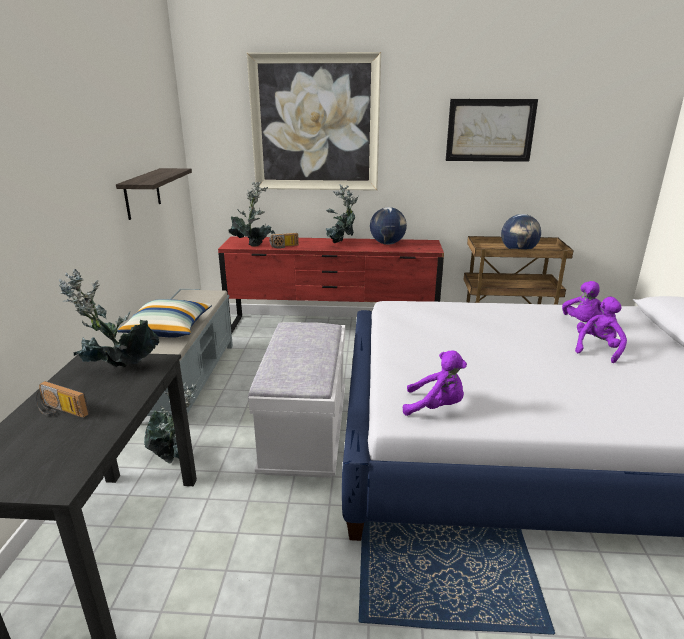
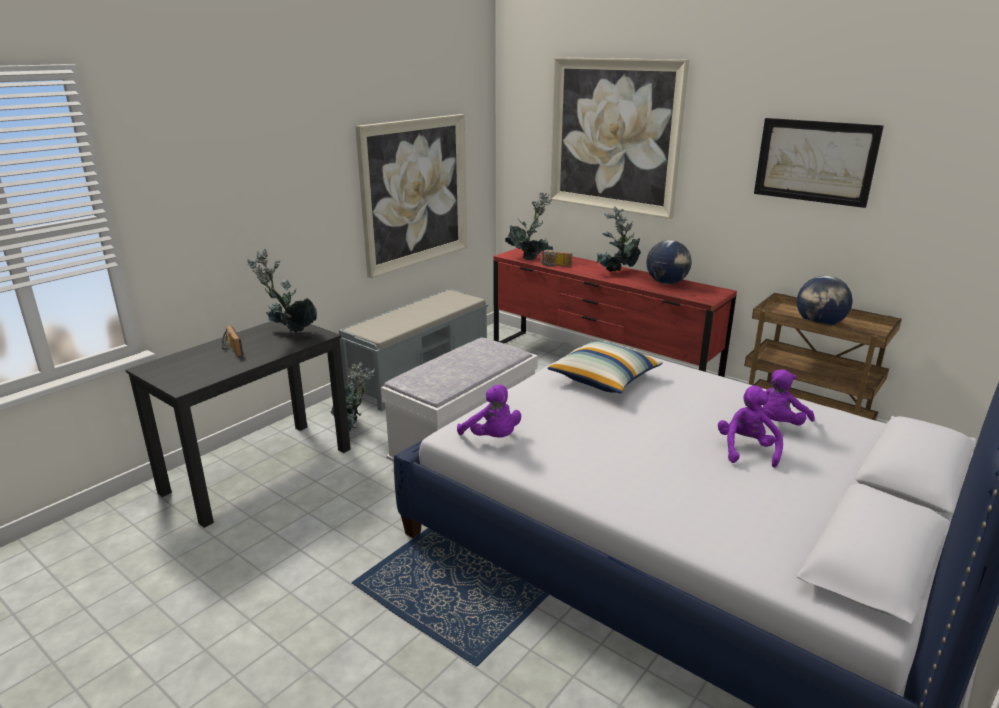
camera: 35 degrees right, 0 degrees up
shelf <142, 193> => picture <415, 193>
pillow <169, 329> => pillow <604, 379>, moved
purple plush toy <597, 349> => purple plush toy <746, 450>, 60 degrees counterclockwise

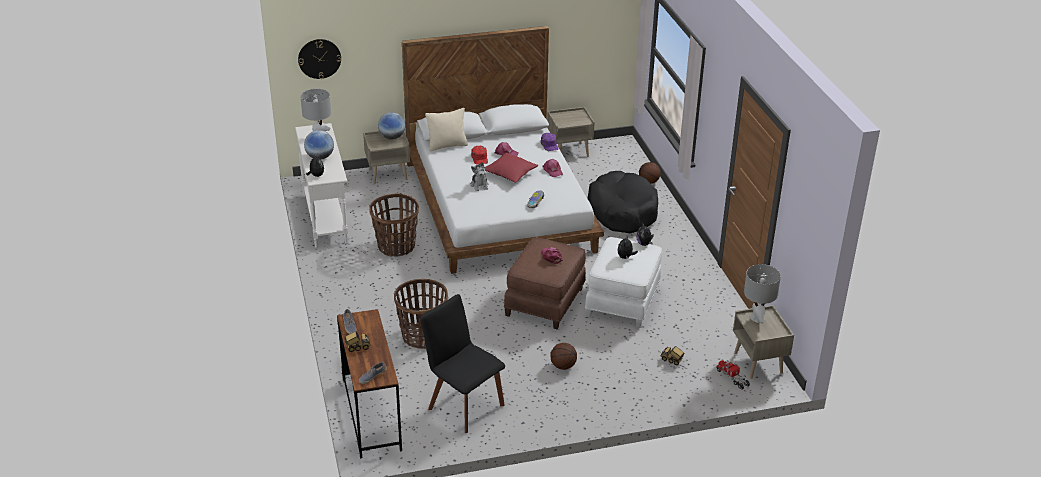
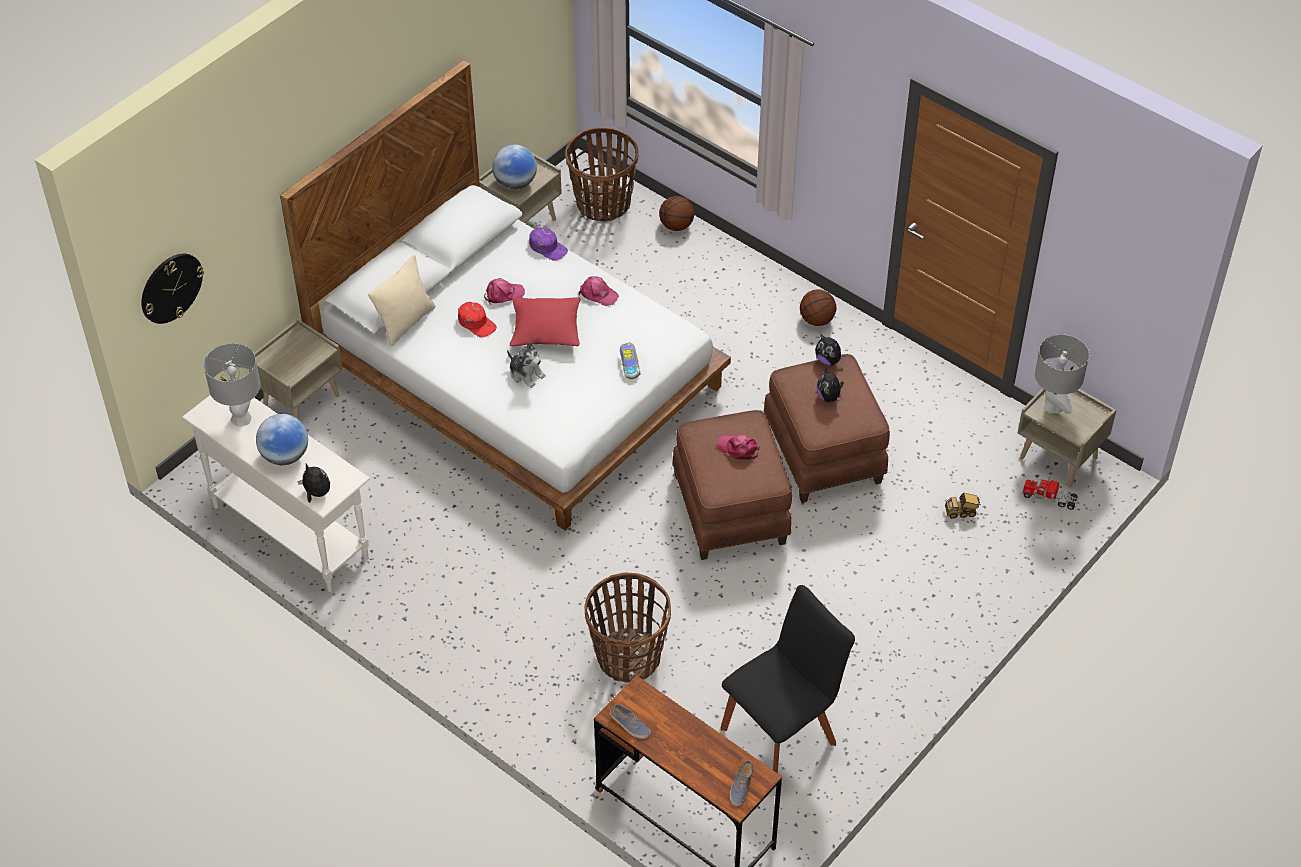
camera: 35 degrees left, 15 degrees up
globe <392, 137> => globe <515, 183>, moved
basket <396, 247> => basket <603, 204>, moved
black chair <463, 405> => black chair <782, 732>, 135 degrees clockwise
white ottoman <623, 302> => brown ottoman <825, 452>
basketball <563, 366> => basketball <816, 320>, moved
toy truck <357, 347> => nothing
black dog bed <622, 211> => nothing

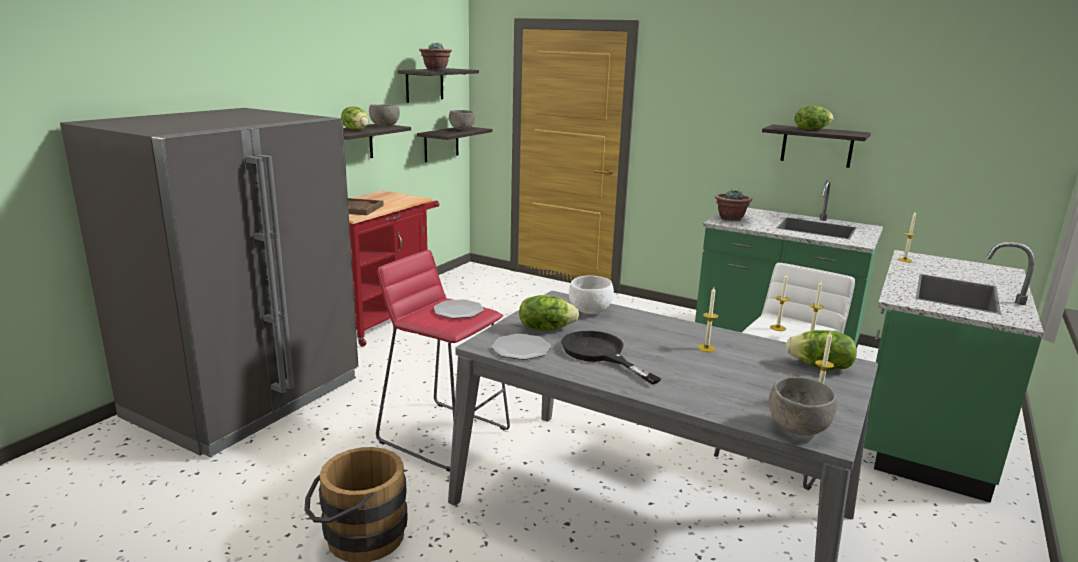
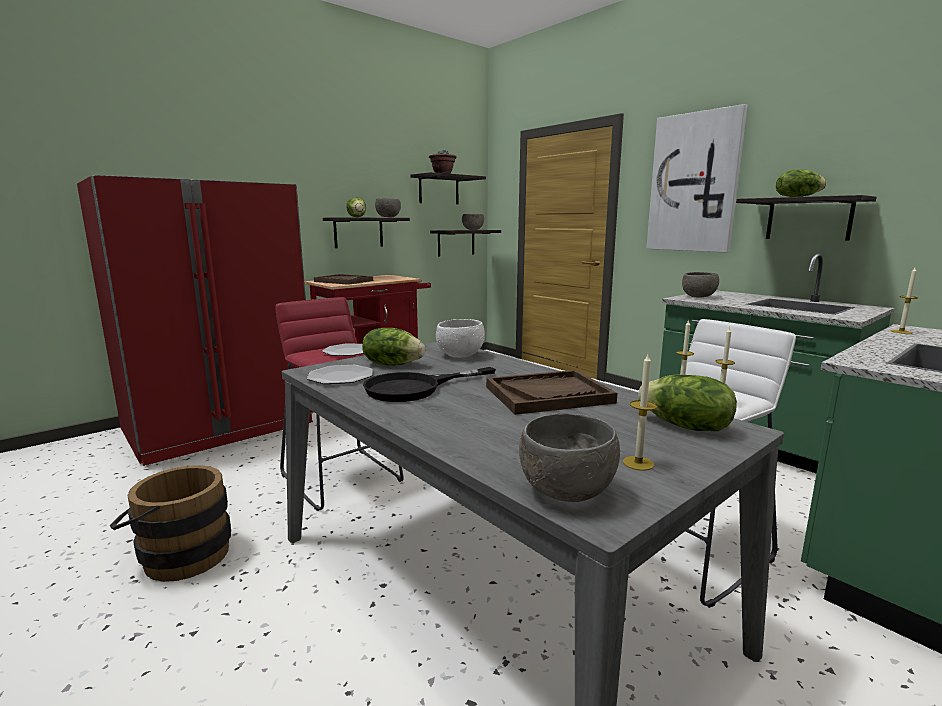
camera: 20 degrees right, 5 degrees down
grey fridge <247, 397> => red fridge <220, 426>
black frying pan <600, 354> => black frying pan <415, 388>, 105 degrees counterclockwise
candle <706, 348> => brown tray <548, 395>
nothing => picture <694, 183>
potted plant <730, 218> => grey bowl <698, 297>

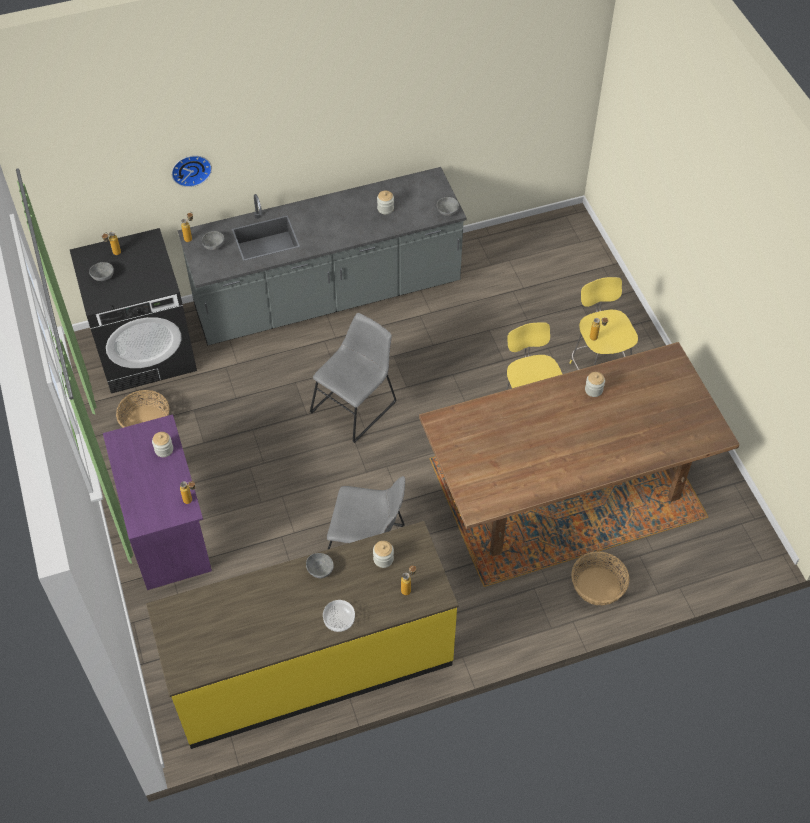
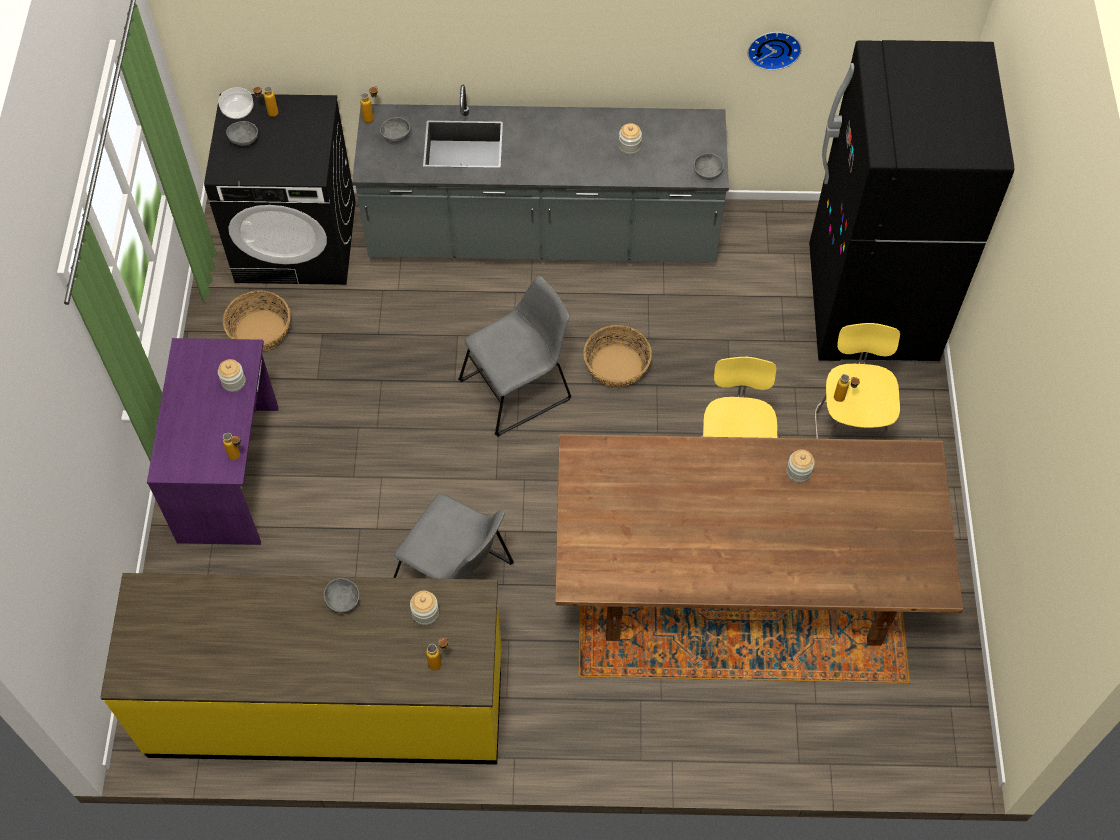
camera: 20 degrees right, 5 degrees up
bowl <339, 620> => bowl <238, 109>, moved
basket <597, 586> => basket <617, 365>, moved
wall clock <190, 168> => wall clock <774, 47>, moved
nothing => black fridge <871, 306>

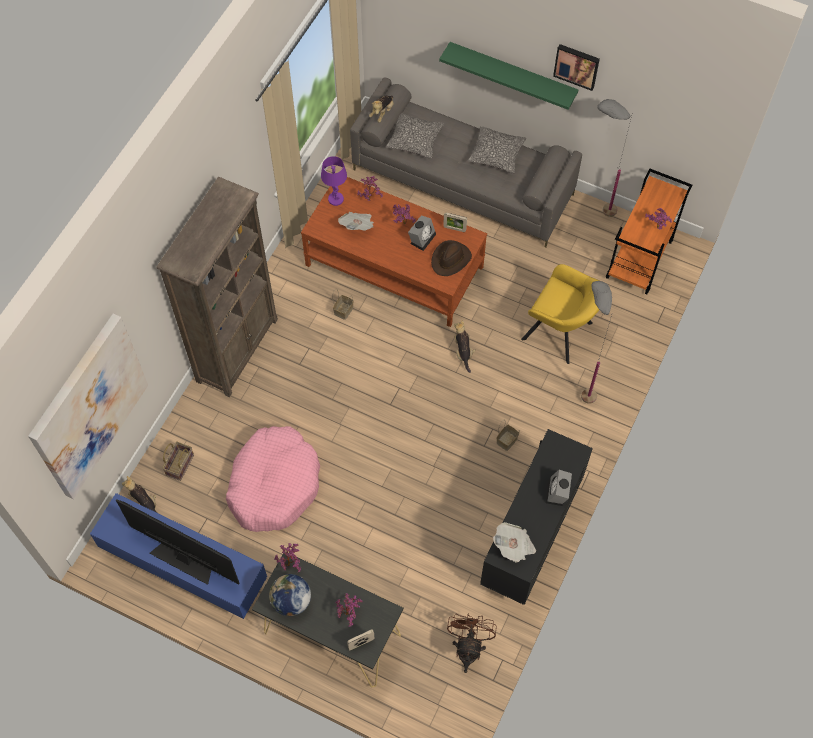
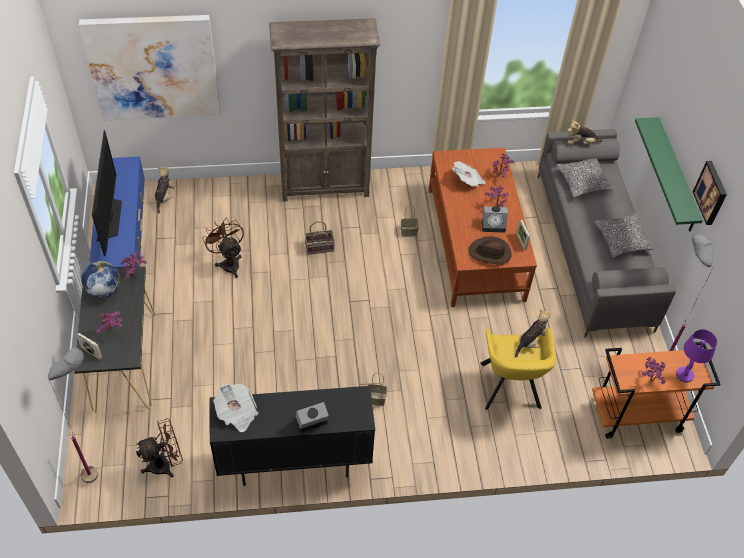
camera: 55 degrees right, 10 degrees down
grey floor lamp <582, 387> => grey floor lamp <101, 466>, moved
pink dog bed <274, 484> => brown fan <229, 262>
basket <179, 464> => basket <320, 247>, moved
plush toy <463, 352> => plush toy <531, 342>, moved
purple table lamp <335, 199> => purple table lamp <684, 374>, moved

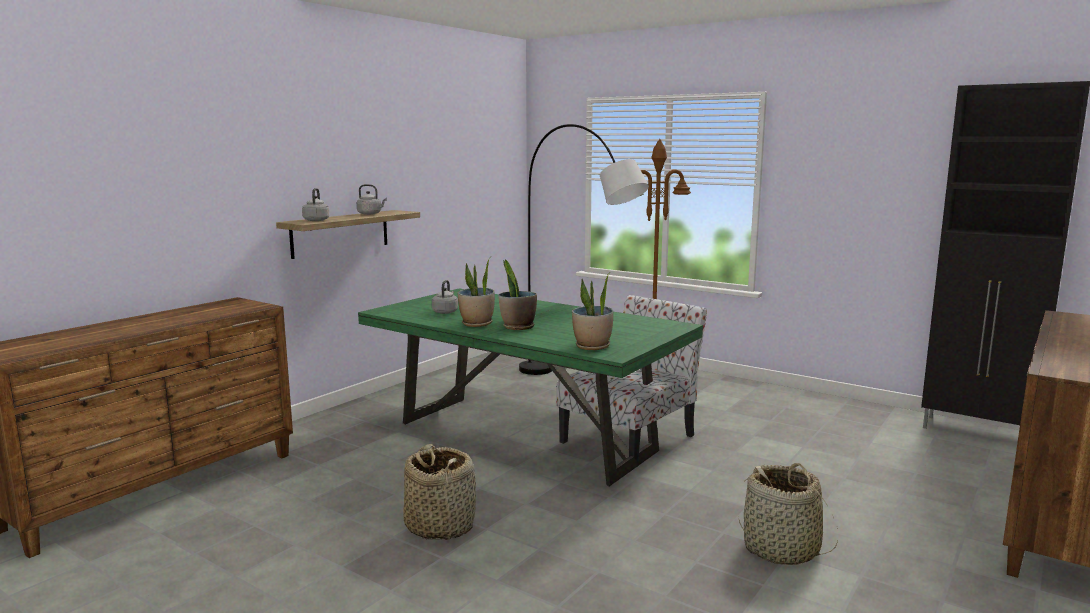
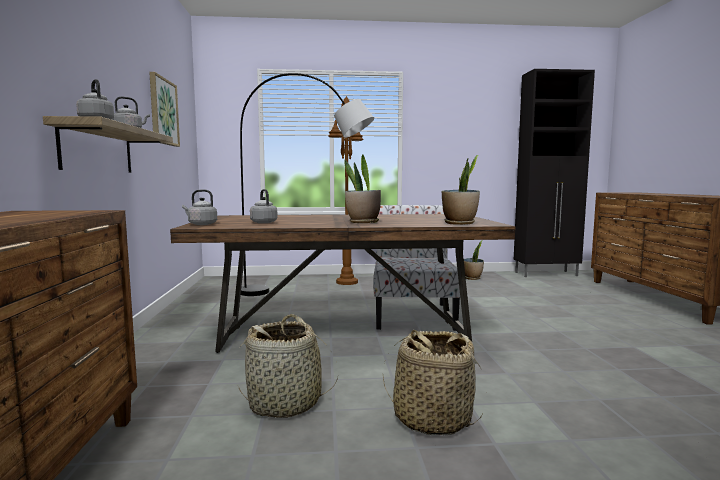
camera: 40 degrees left, 5 degrees down
nothing => picture <163, 112>
green dining table <526, 437> => brown dining table <345, 333>
nothing => grey kettle <201, 224>
basket <781, 549> => basket <285, 403>, moved
potted plant <477, 324> => potted plant <472, 278>, moved

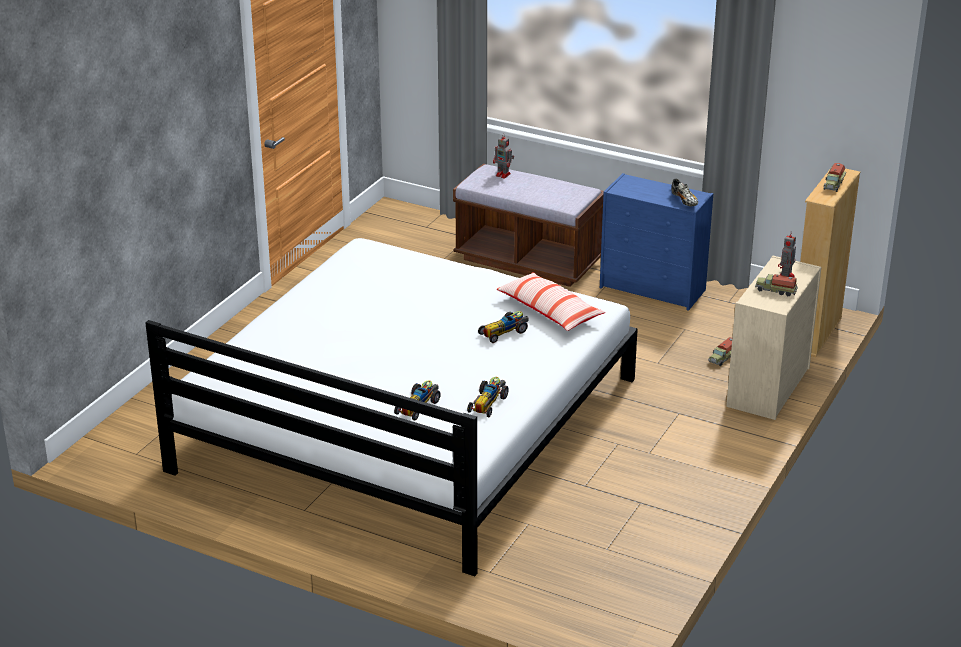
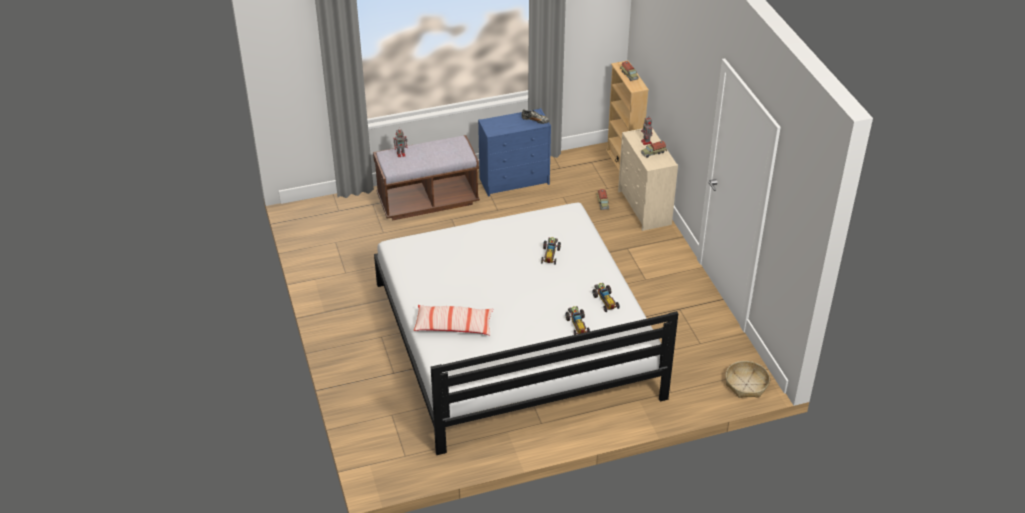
camera: 45 degrees left, 10 degrees up
pillow <549, 311> => pillow <453, 326>, moved
nothing => basket <746, 385>

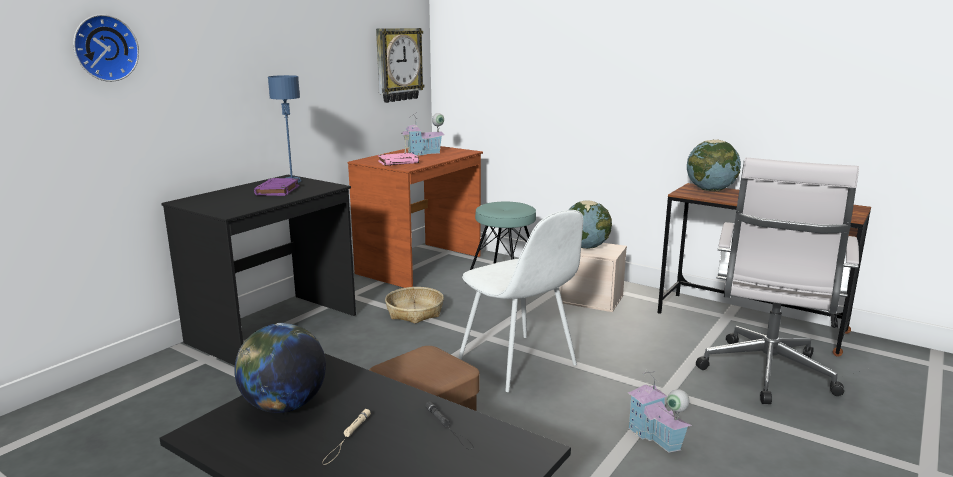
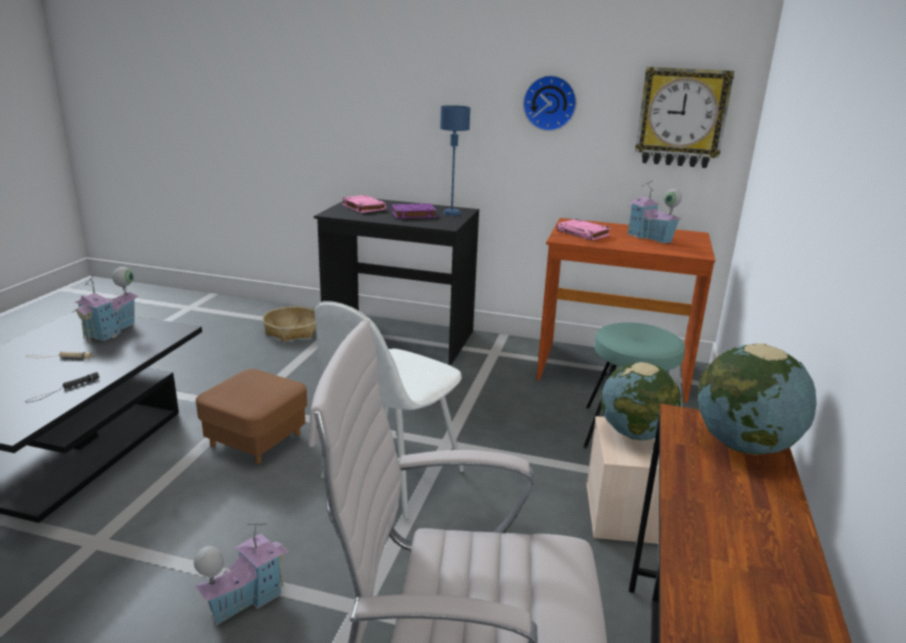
camera: 70 degrees right, 5 degrees up
globe <284, 406> => toy house <112, 330>
basket <414, 312> => basket <292, 331>, moved
nothing => pink book <363, 207>
wall clock <104, 48> => wall clock <550, 103>, moved

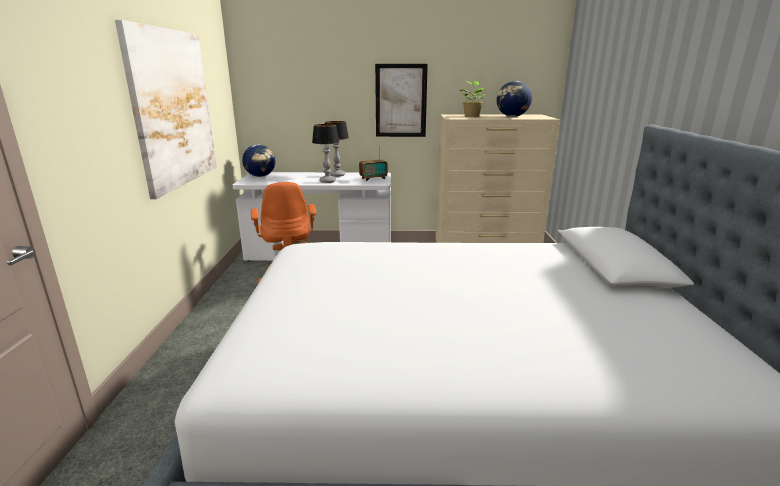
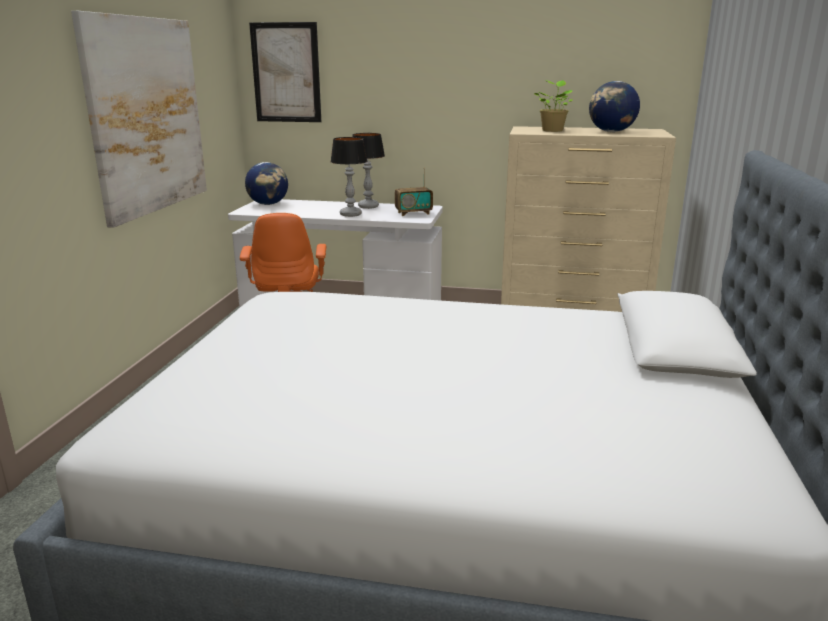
camera: 10 degrees right, 0 degrees up
picture <401, 101> => picture <286, 73>, moved

